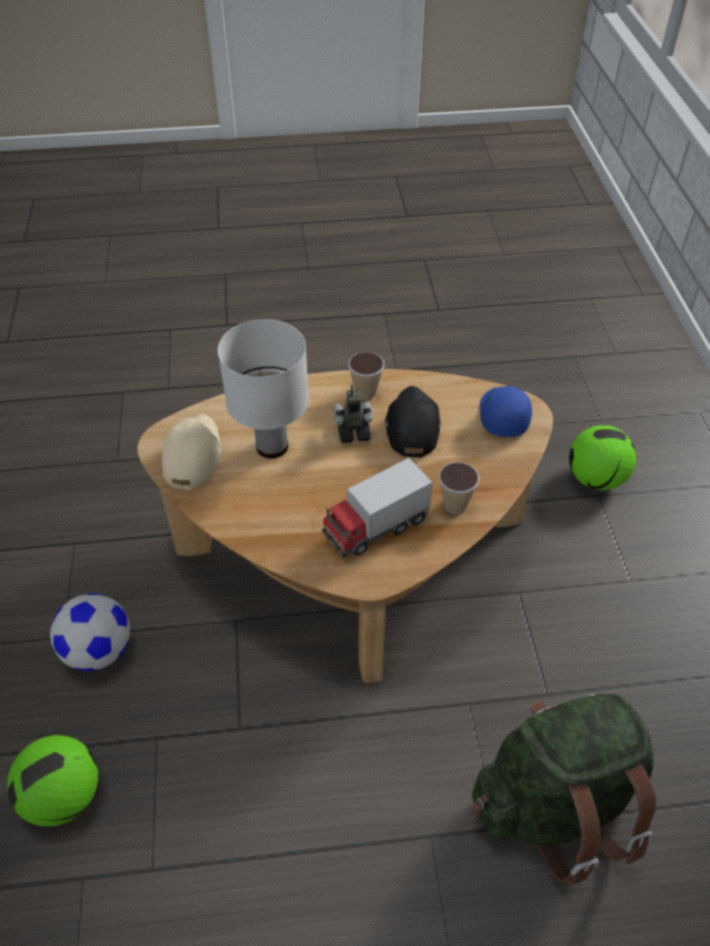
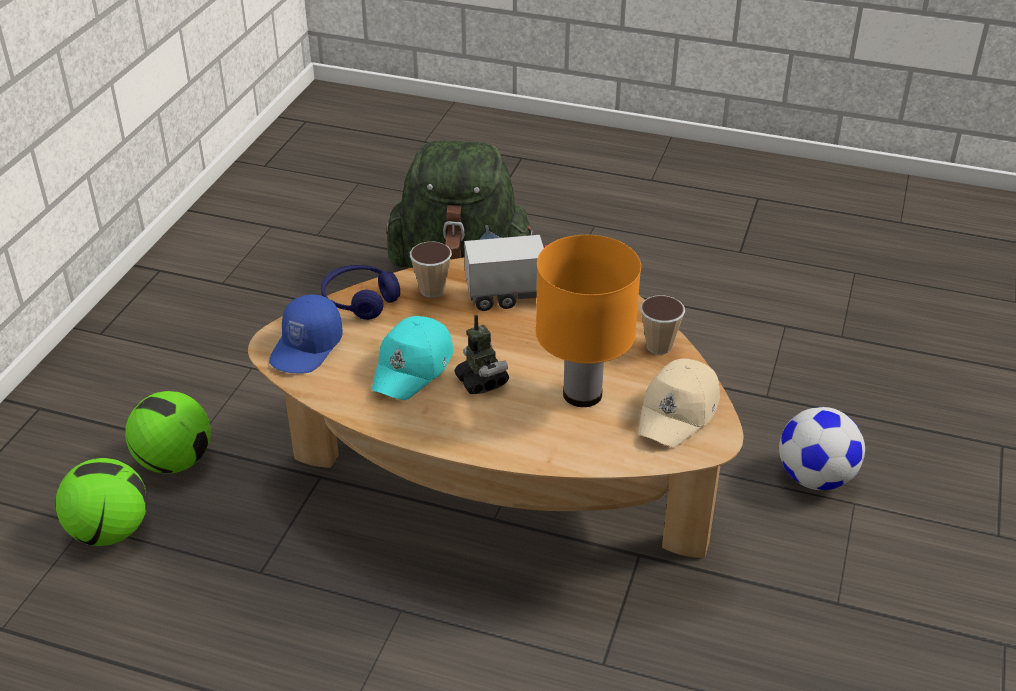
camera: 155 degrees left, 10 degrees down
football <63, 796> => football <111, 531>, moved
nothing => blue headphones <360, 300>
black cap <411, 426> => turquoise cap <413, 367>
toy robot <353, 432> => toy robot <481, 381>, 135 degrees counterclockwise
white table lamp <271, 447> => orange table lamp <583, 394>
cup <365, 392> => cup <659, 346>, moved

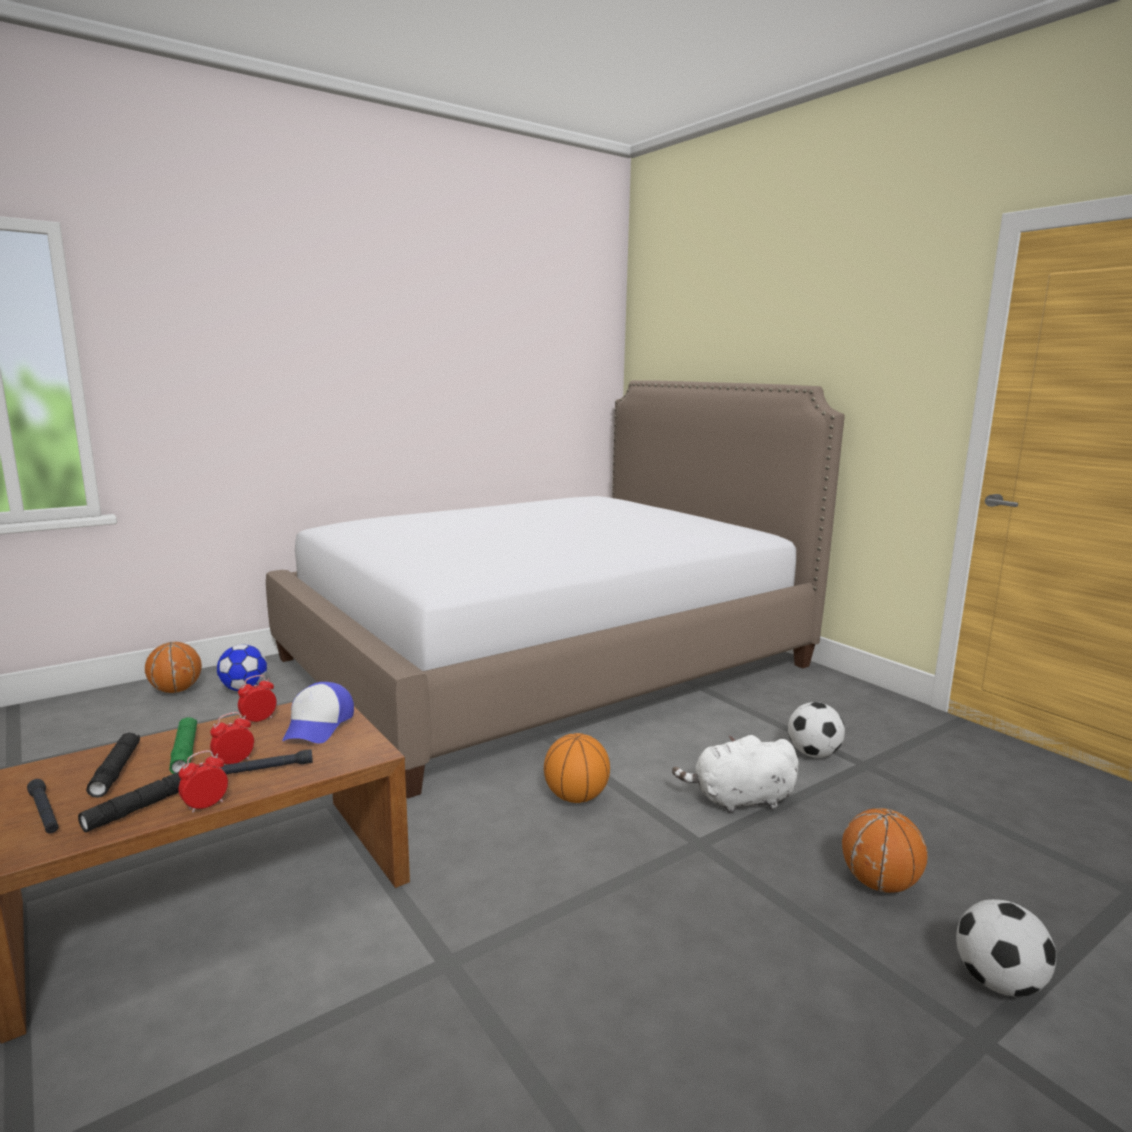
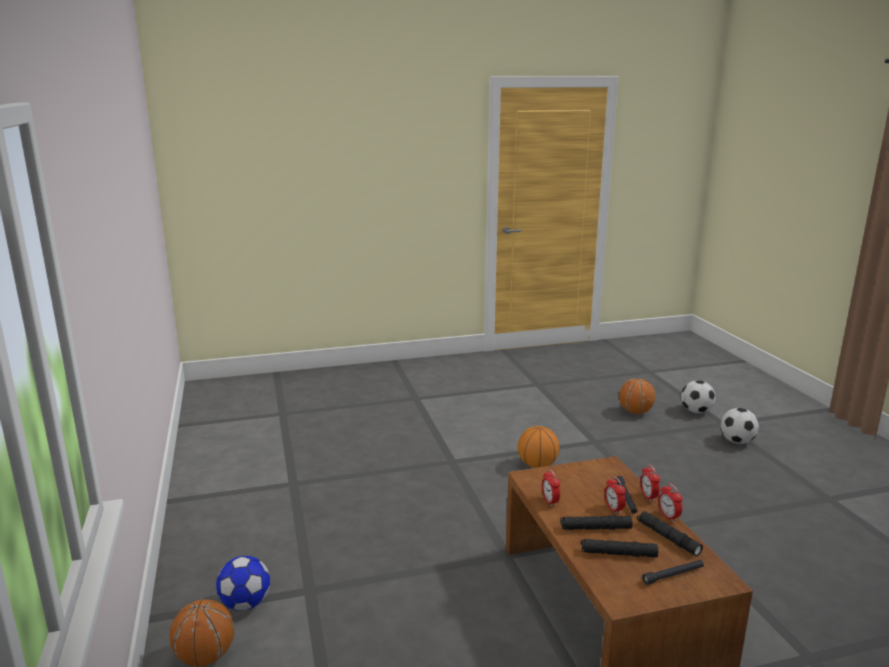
camera: 70 degrees left, 5 degrees up
green flashlight <185, 752> => black flashlight <595, 528>
nothing => alarm clock <648, 497>
football <813, 754> => football <737, 441>, moved
bed <547, 662> => nothing
cap <319, 725> => nothing
white plush toy <739, 800> => nothing

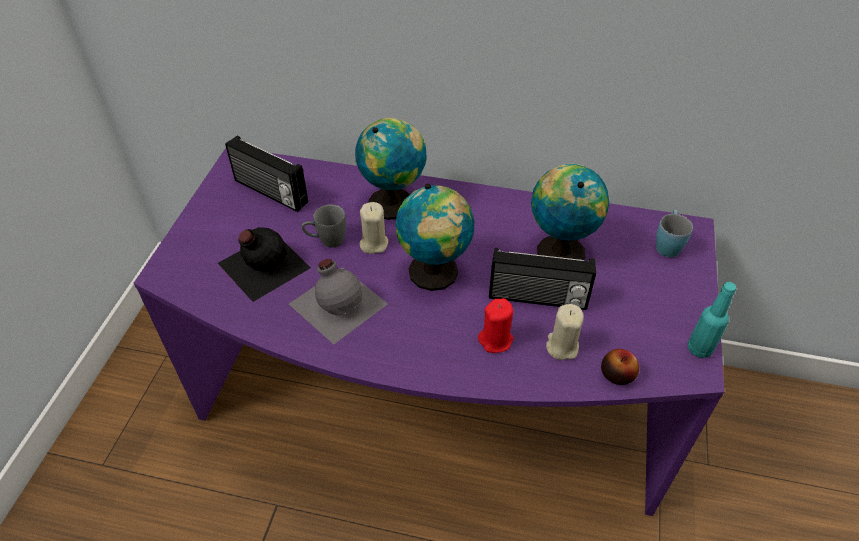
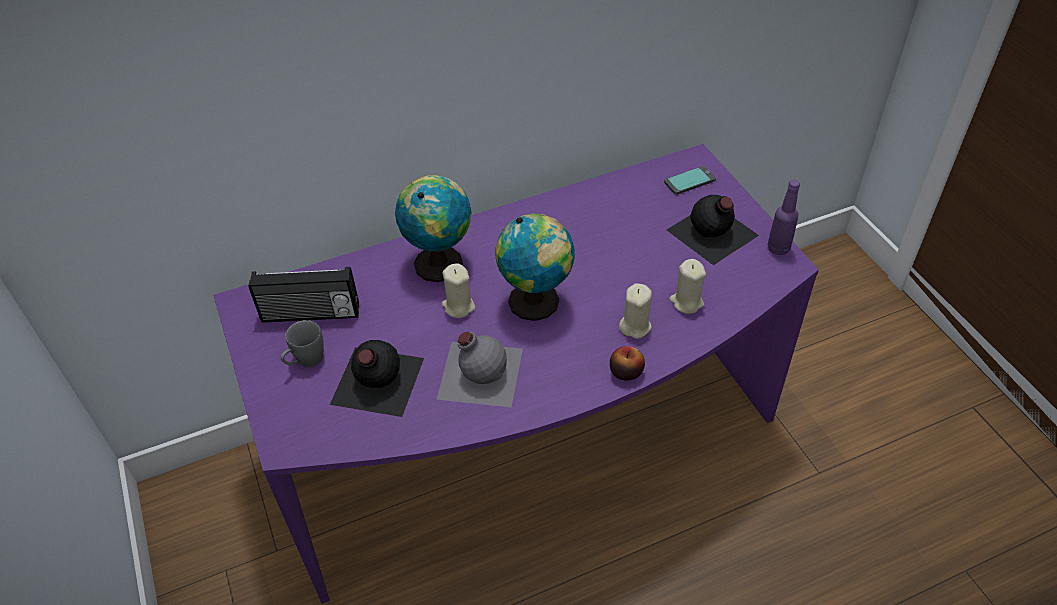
camera: 35 degrees left, 0 degrees up
grey mug <326, 241> => grey mug <305, 362>, moved
apple <617, 374> => apple <626, 371>, moved
red candle <496, 340> => beige candle <635, 326>
blue mug <667, 244> => phone <689, 181>
nothing => black bottle <712, 233>
turquoise bottle <699, 349> => purple bottle <778, 248>
radio <537, 298> => nothing
globe <559, 250> => nothing

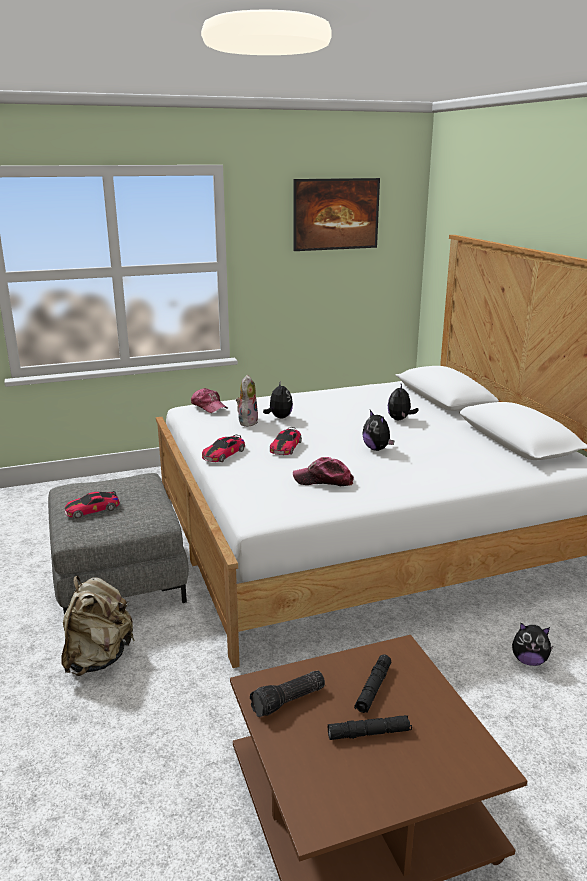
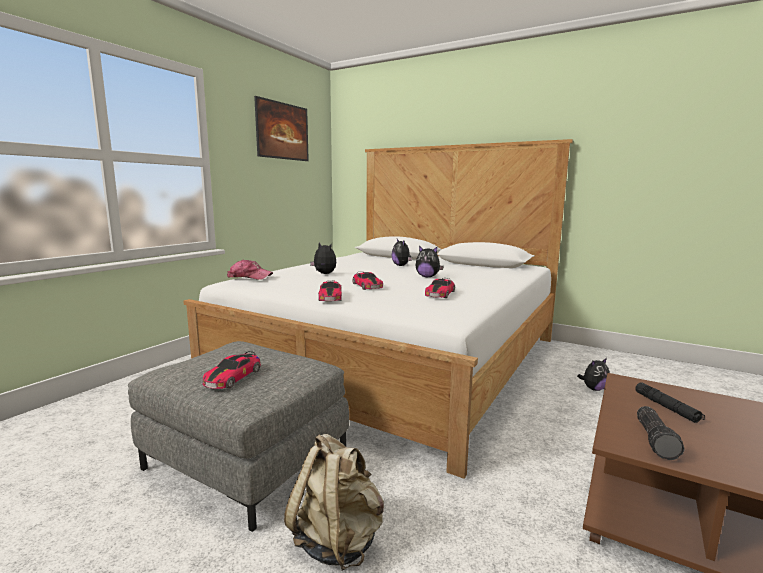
camera: 40 degrees left, 10 degrees down
cap <323, 480> => toy car <440, 294>
plush toy <247, 422> => nothing
black flashlight <369, 733> => nothing

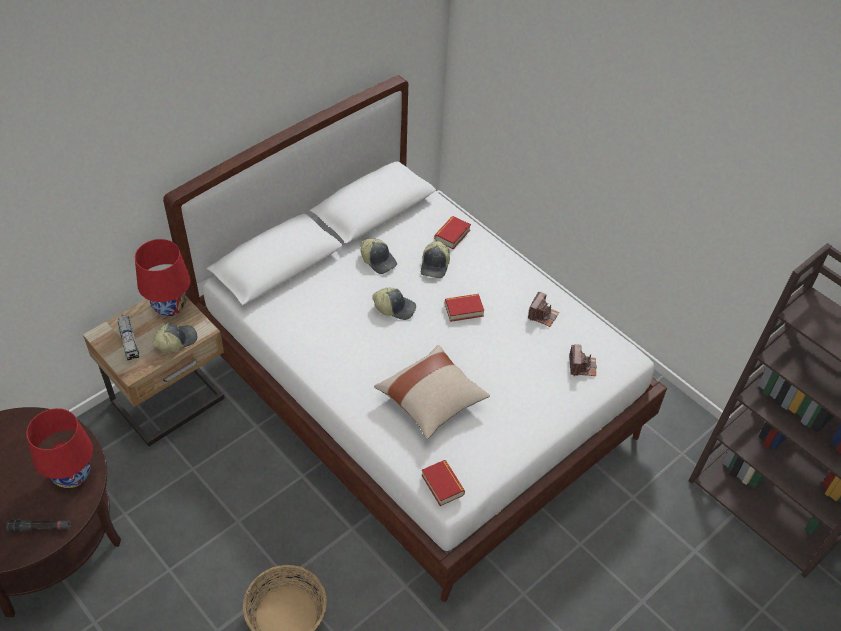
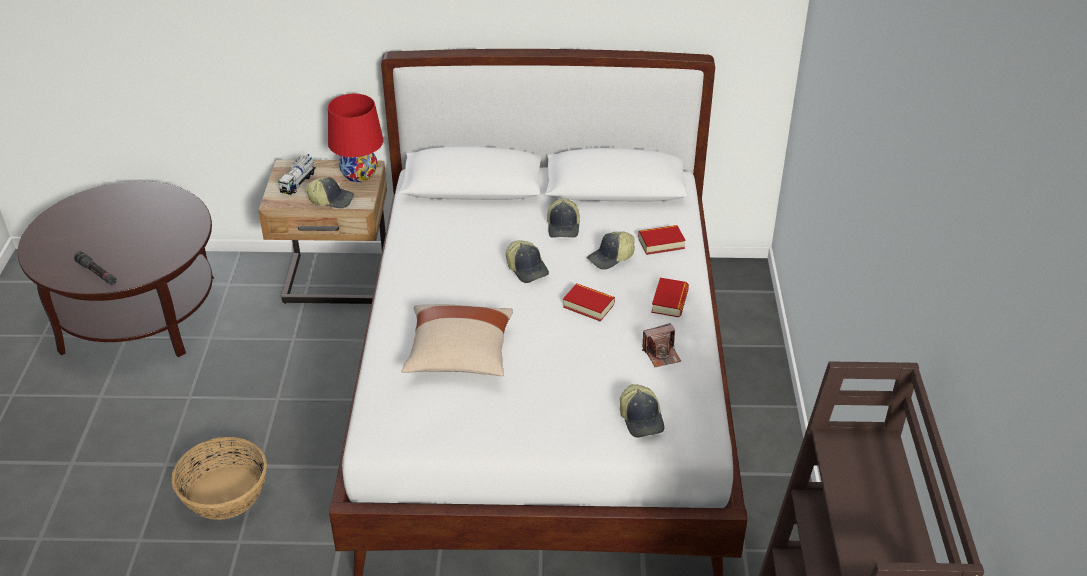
camera: 45 degrees right, 10 degrees down
photo camera <582, 366> => cap <642, 418>
book <442, 485> => book <669, 301>, moved
red table lamp <72, 475> => nothing

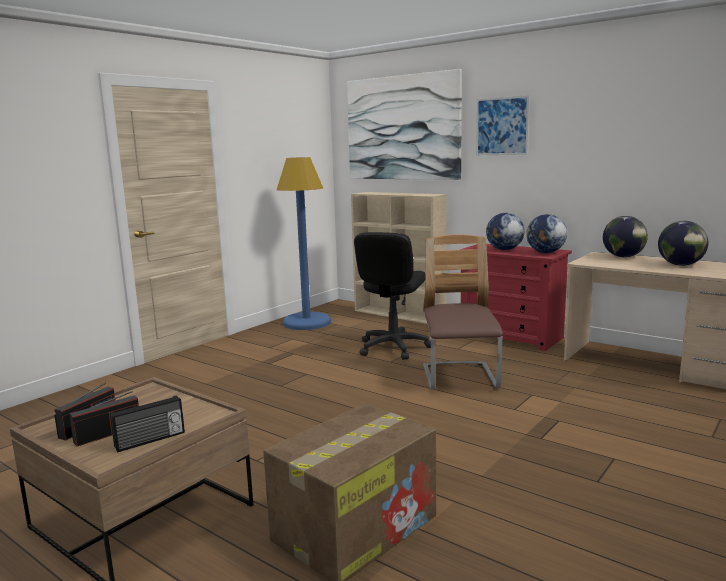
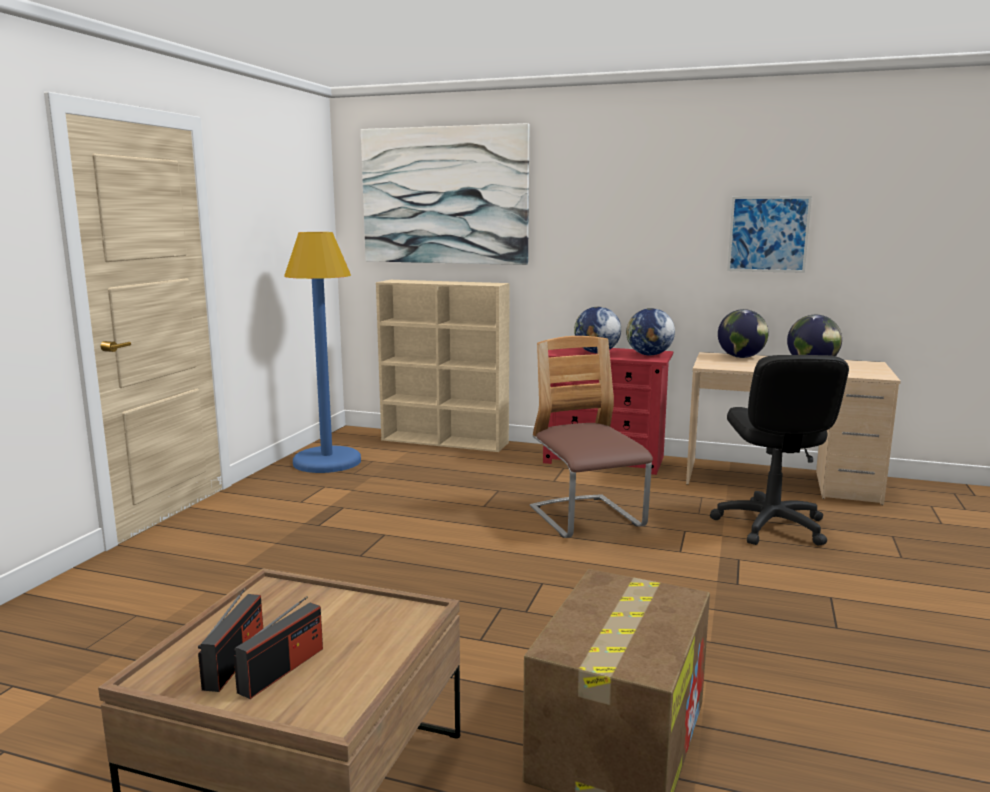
camera: 20 degrees left, 0 degrees up
black office chair <393, 347> => black office chair <770, 525>, moved
picture <502, 126> => picture <768, 234>, moved
radio <150, 440> => nothing

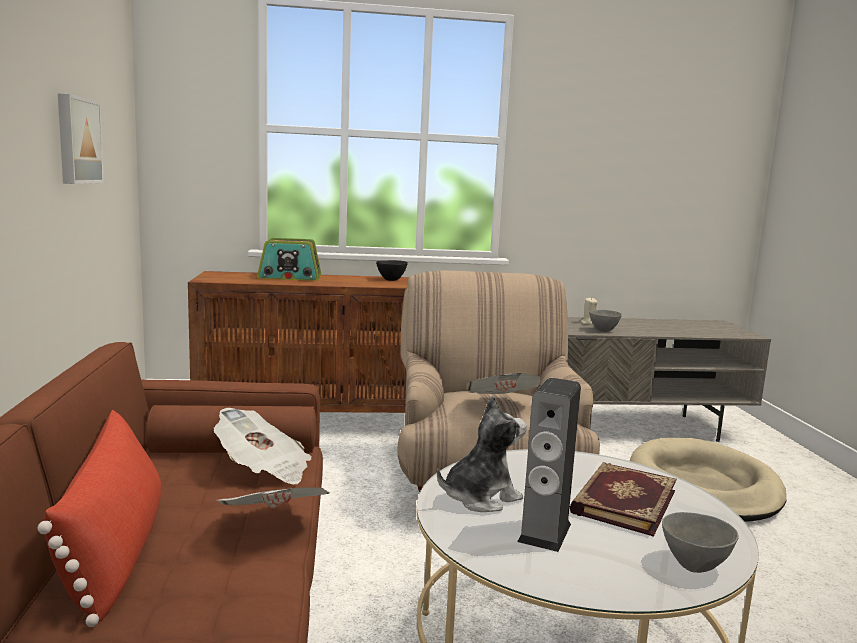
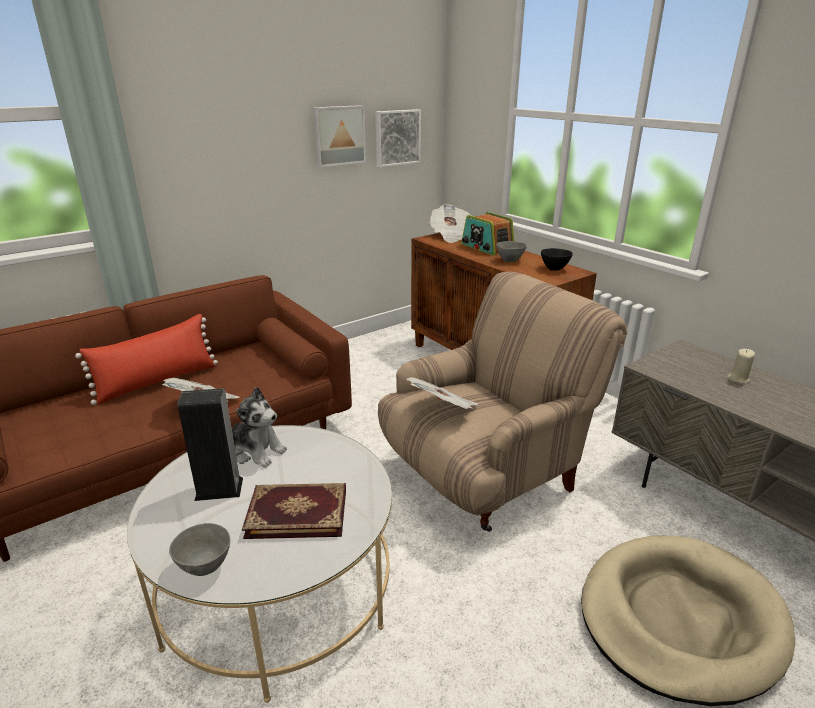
camera: 60 degrees right, 15 degrees up
nothing => picture <396, 137>
newspaper <264, 469> => newspaper <451, 236>, moved
grey bowl <603, 330> => grey bowl <510, 260>, moved

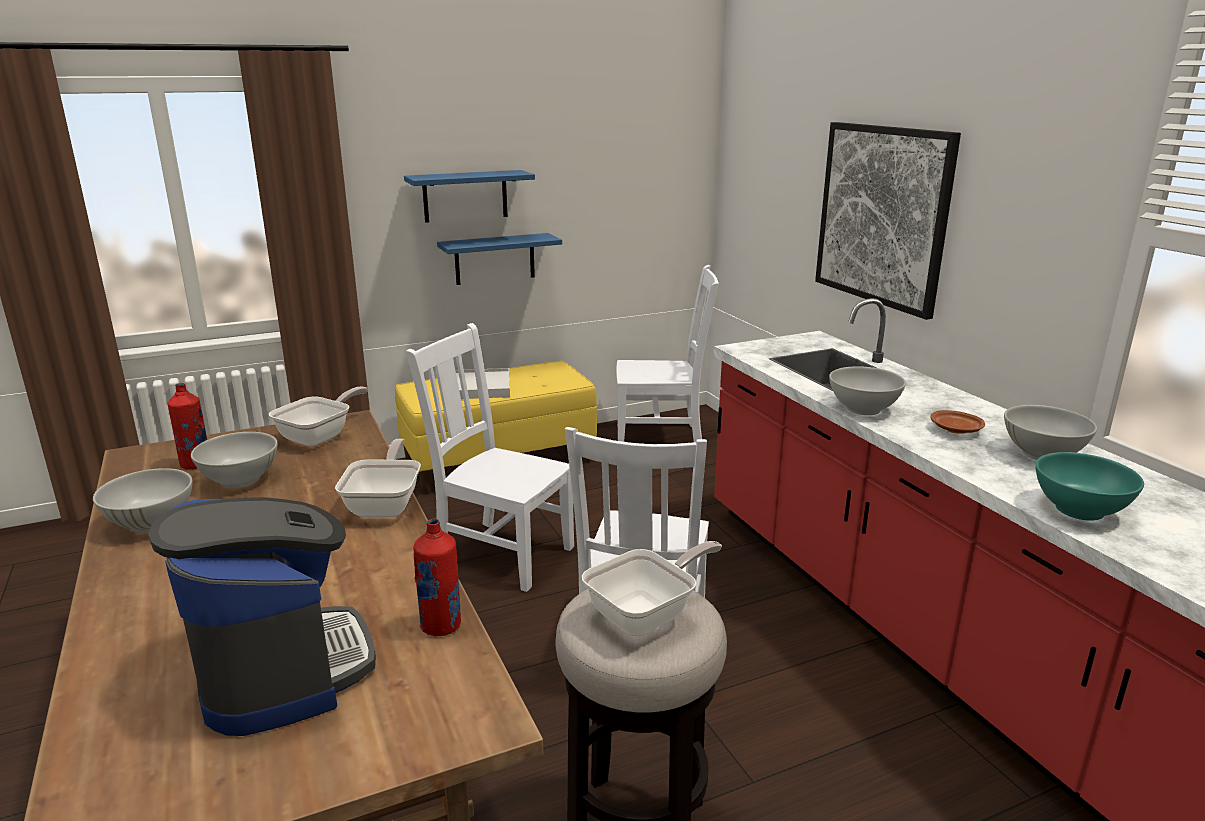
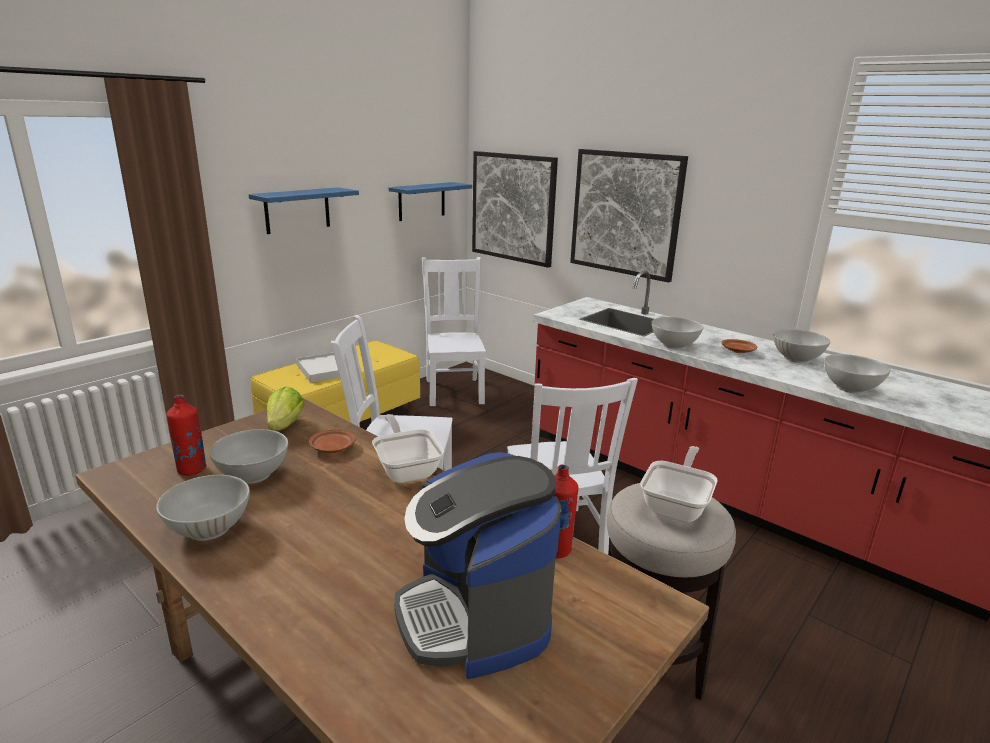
camera: 25 degrees left, 0 degrees up
frying pan <320, 436> => lettuce <284, 425>
nothing => brown plate <332, 448>
blue shelf <495, 259> => blue shelf <421, 201>, moved
coffee machine <281, 669> => coffee machine <475, 616>, 150 degrees counterclockwise
white chair <662, 438> => white chair <454, 390>, 75 degrees counterclockwise
nothing => picture <513, 208>
turquoise bowl <1080, 510> => white bowl <851, 388>

